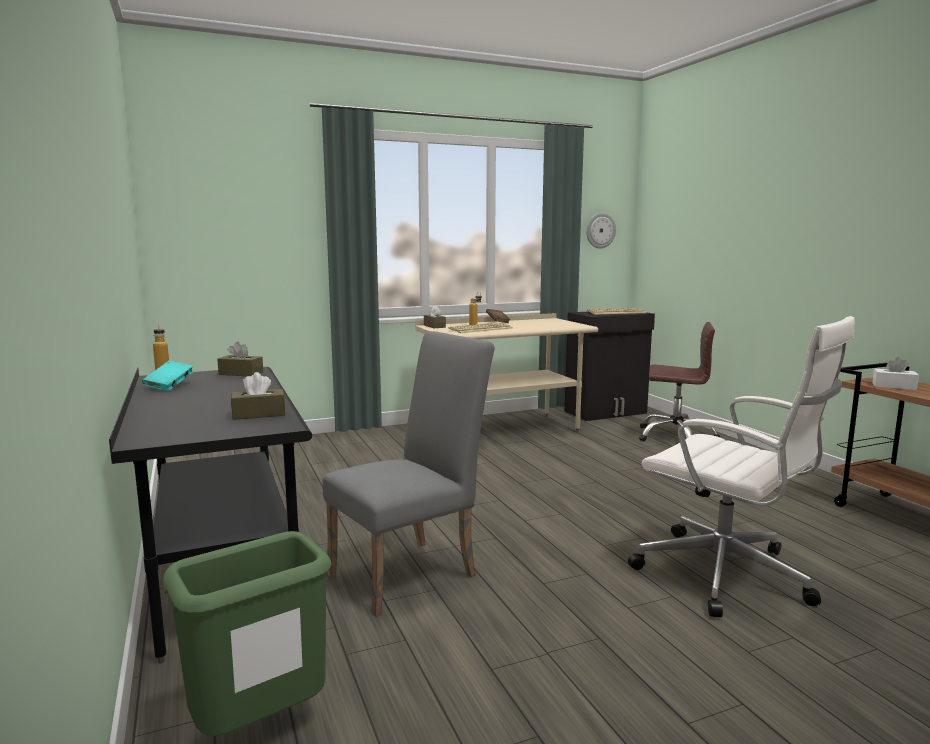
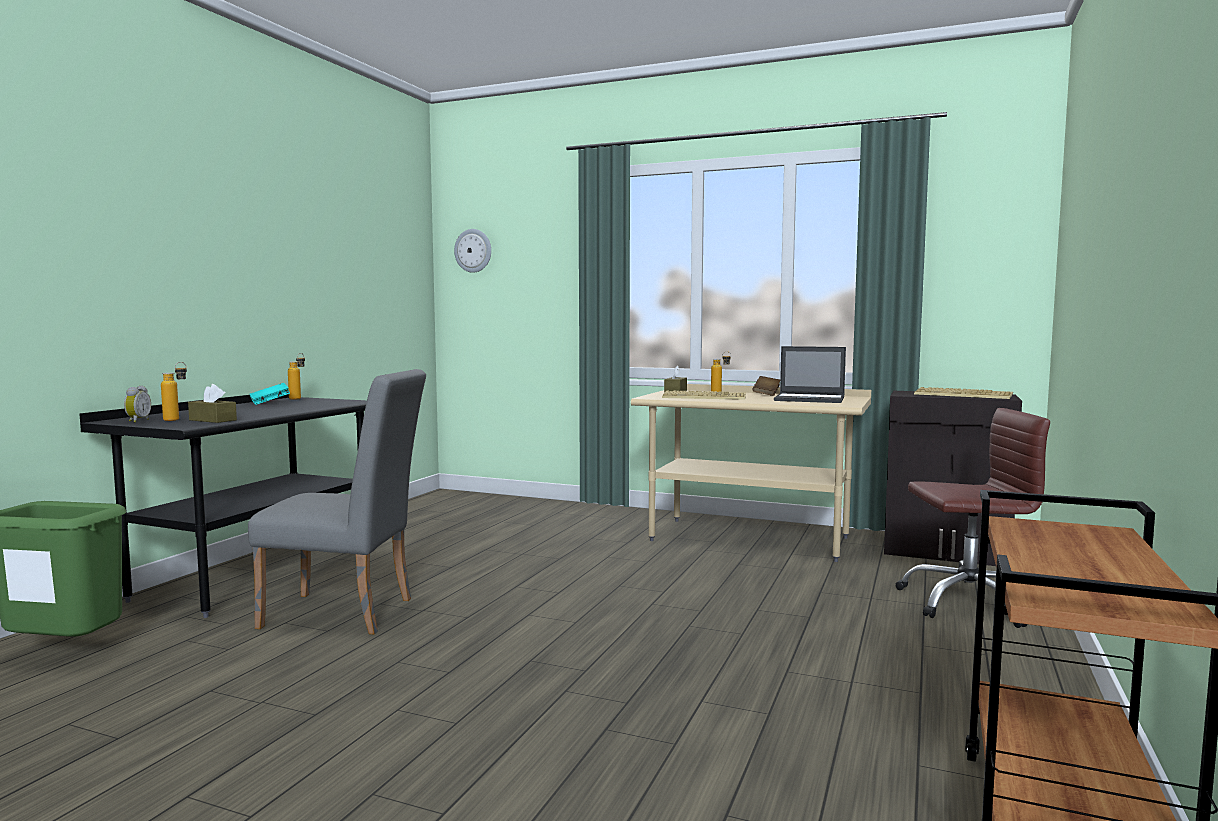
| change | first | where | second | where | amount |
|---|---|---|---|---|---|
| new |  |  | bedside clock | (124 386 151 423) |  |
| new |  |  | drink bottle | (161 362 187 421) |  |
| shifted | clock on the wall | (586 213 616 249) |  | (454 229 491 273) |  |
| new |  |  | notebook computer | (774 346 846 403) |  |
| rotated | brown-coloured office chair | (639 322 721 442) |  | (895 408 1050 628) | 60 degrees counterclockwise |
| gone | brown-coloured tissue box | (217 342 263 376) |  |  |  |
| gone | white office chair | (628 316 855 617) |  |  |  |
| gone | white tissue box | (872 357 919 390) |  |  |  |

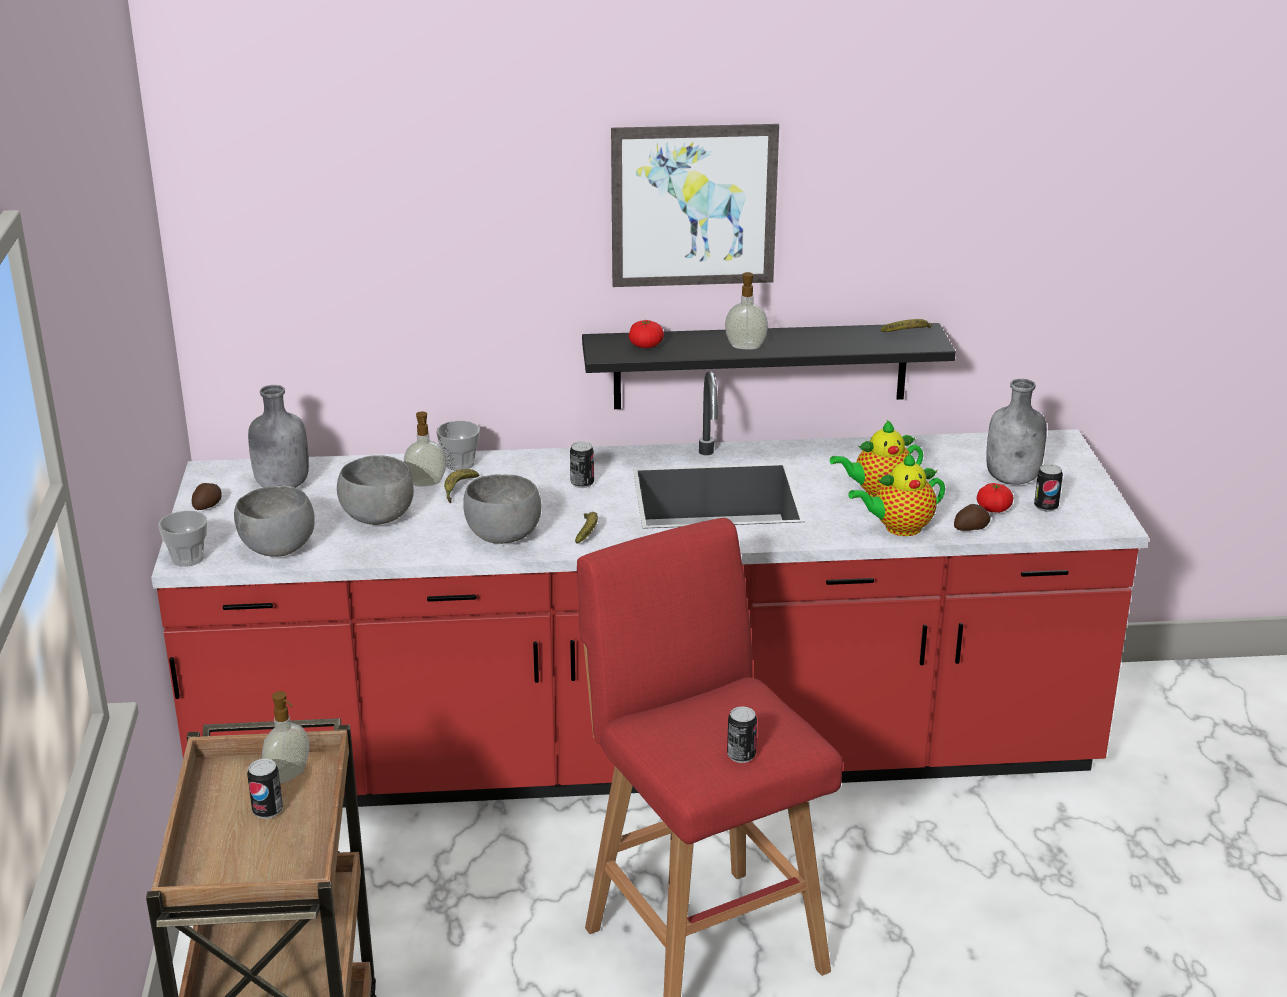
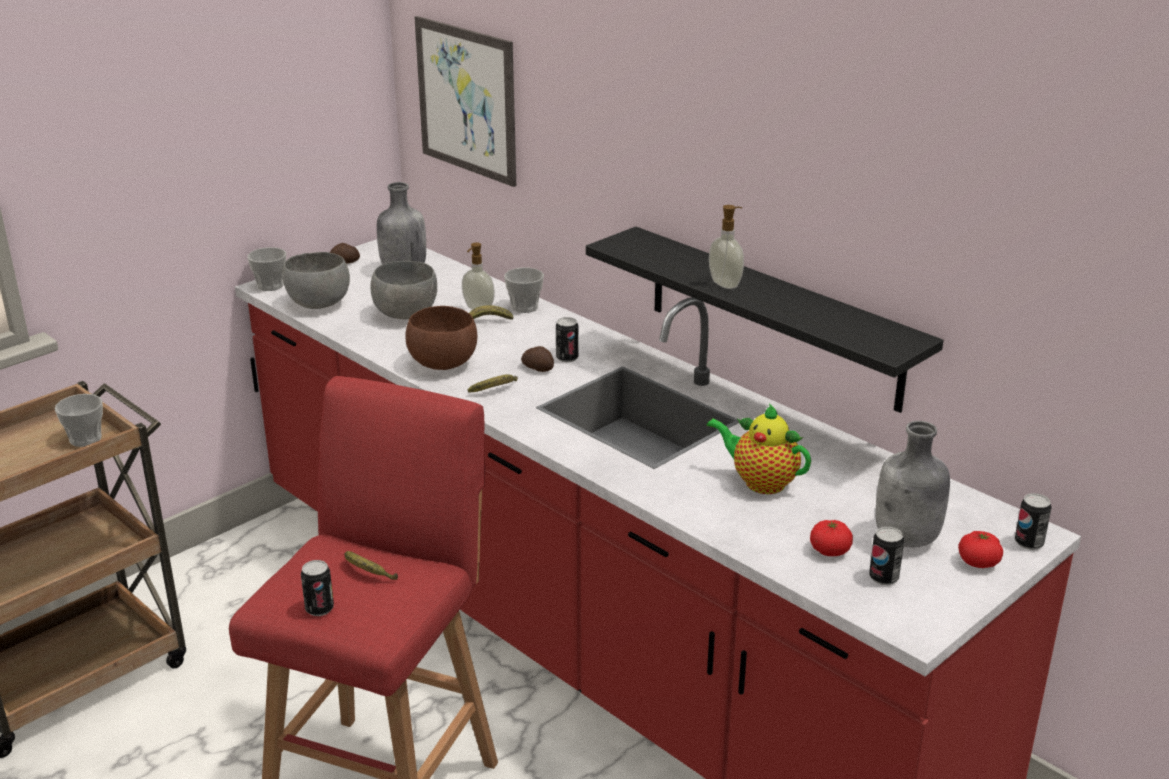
| change | first | where | second | where | amount |
|---|---|---|---|---|---|
| swapped | soap dispenser | (262 691 309 783) | cup | (55 394 103 447) |  |
| shifted | banana | (881 319 932 332) |  | (344 551 398 580) |  |
| repainted | gray bowl | (463 474 541 544) | brown-coloured bowl | (406 306 477 370) |  |
| shifted | wall picture | (611 124 779 287) |  | (415 16 516 187) |  |
| shifted | whole potato | (954 504 990 531) |  | (521 346 554 372) |  |
| shifted | whole tomato | (629 320 664 348) |  | (958 531 1003 568) |  |
| shifted | metal can | (247 759 283 819) |  | (1015 493 1052 550) |  |
| gone | teapot | (848 452 945 536) |  |  |  |

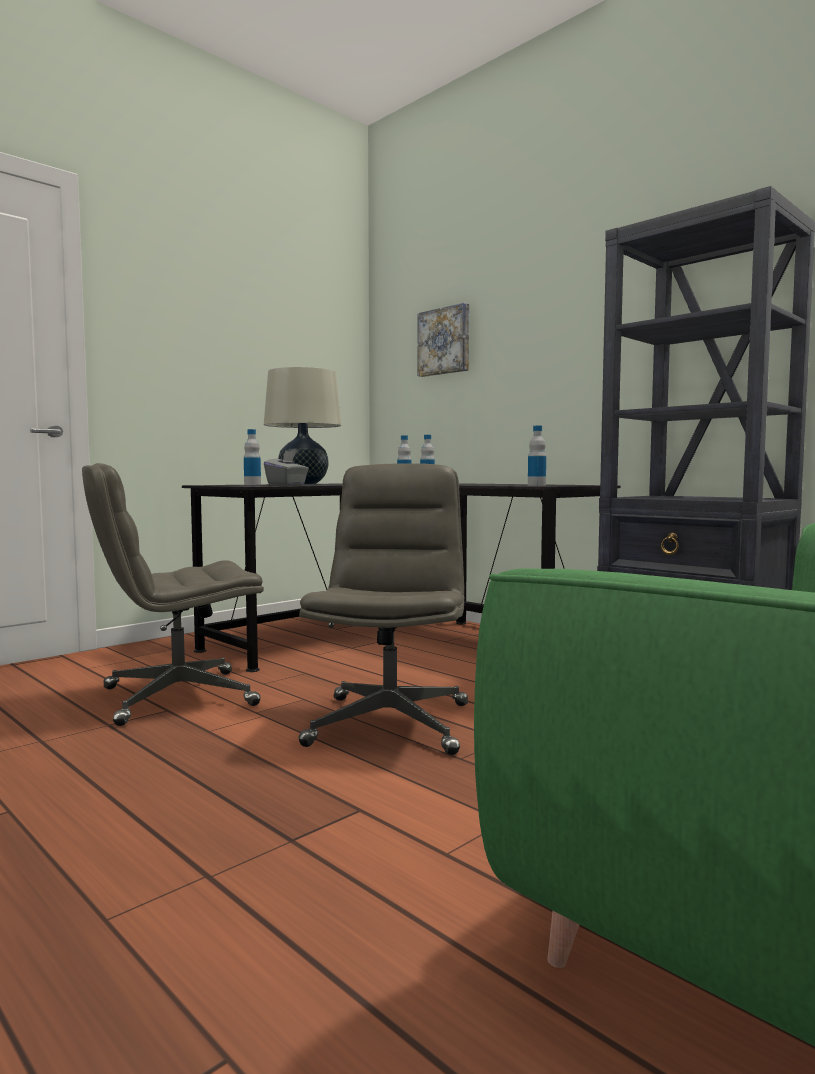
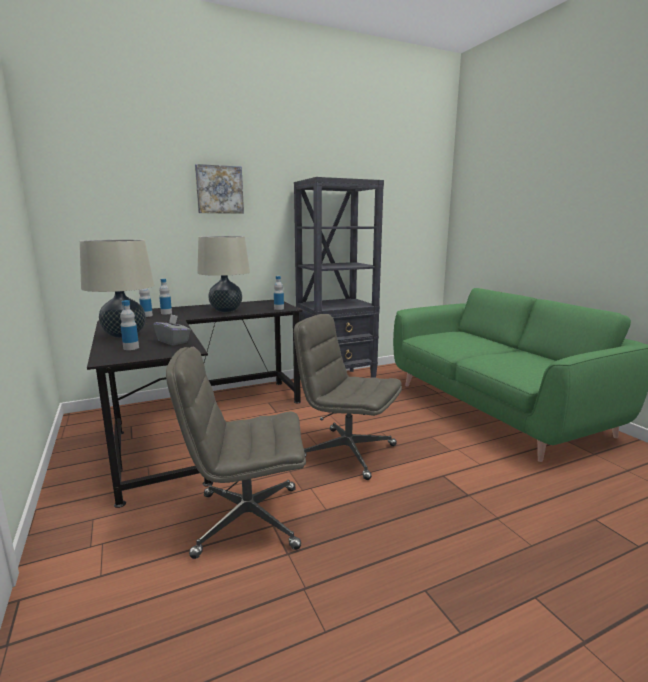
| change | first | where | second | where | amount |
|---|---|---|---|---|---|
| rotated | gray office chair | (82 463 264 726) |  | (166 347 306 559) | 90 degrees clockwise |
| shifted | wall picture | (417 303 469 377) |  | (195 164 244 214) |  |
| new |  |  | sand-coloured tabletop lamp | (197 236 250 312) |  |

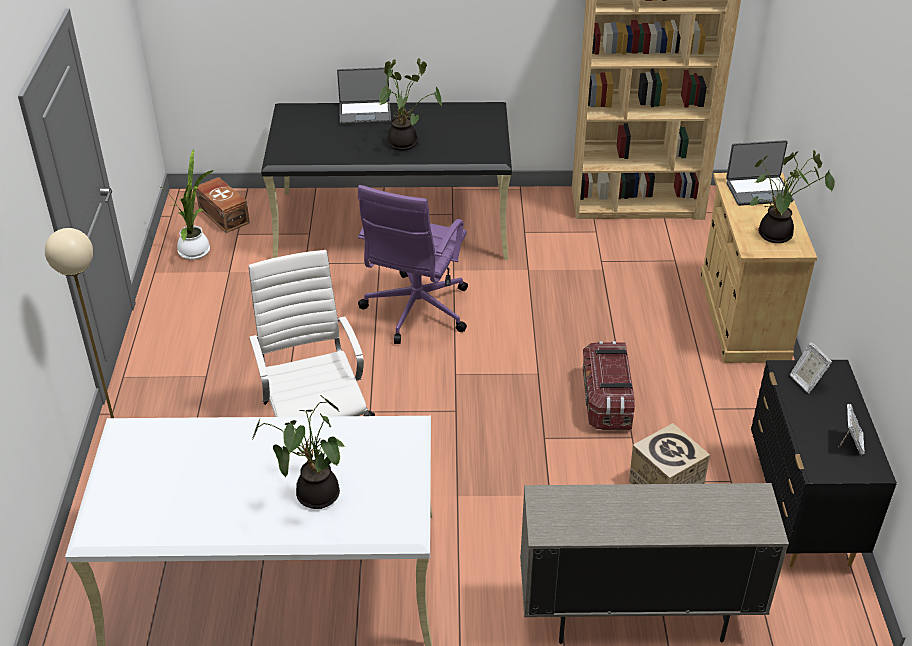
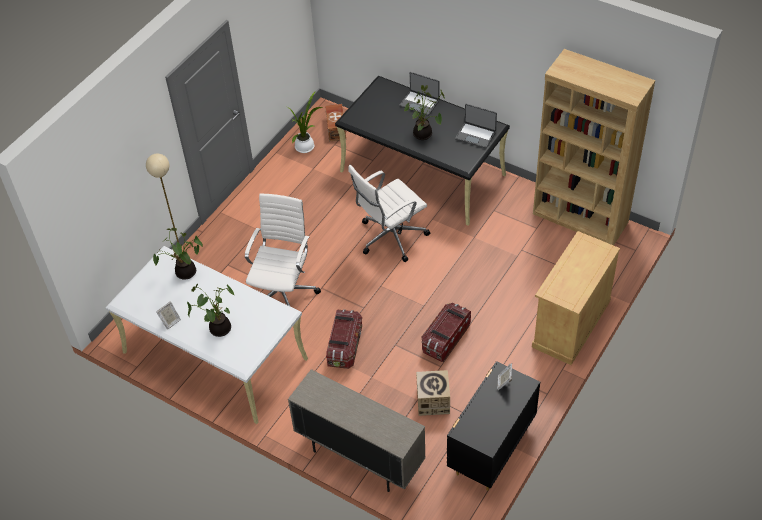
| change | first | where | second | where | amount |
|---|---|---|---|---|---|
| shifted | plant in a pot | (750 150 835 243) |  | (153 228 203 280) |  |
| shifted | photo frame | (838 404 865 455) |  | (156 301 181 329) |  |
| new |  |  | storage bin | (326 309 362 369) |  |
| repainted | purple-coloured office chair | (358 185 468 344) | white office chair | (348 165 430 262) |  |
| shifted | notebook computer | (726 140 794 206) |  | (455 104 497 149) |  |

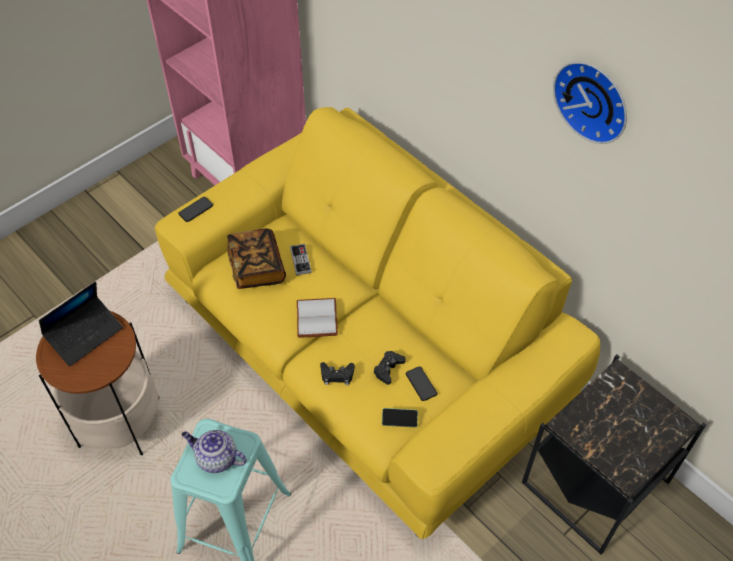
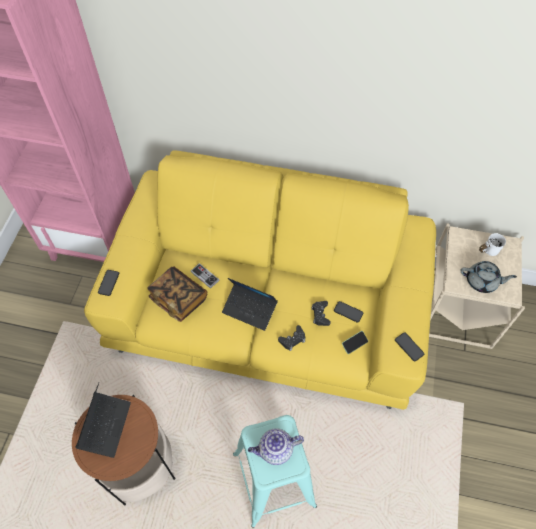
| change | first | where | second | where | amount |
|---|---|---|---|---|---|
| swapped | white volume | (297 298 338 338) | notebook computer | (222 278 278 331) |  |
| new |  |  | phone | (395 332 424 362) |  |
| repainted | black accent table | (522 354 707 555) | sand-coloured accent table | (429 223 525 349) |  |
| new |  |  | gray teapot | (461 261 517 293) |  |
| new |  |  | white tea mug | (479 233 506 256) |  |
| gone | clock on the wall | (553 61 627 144) |  |  |  |

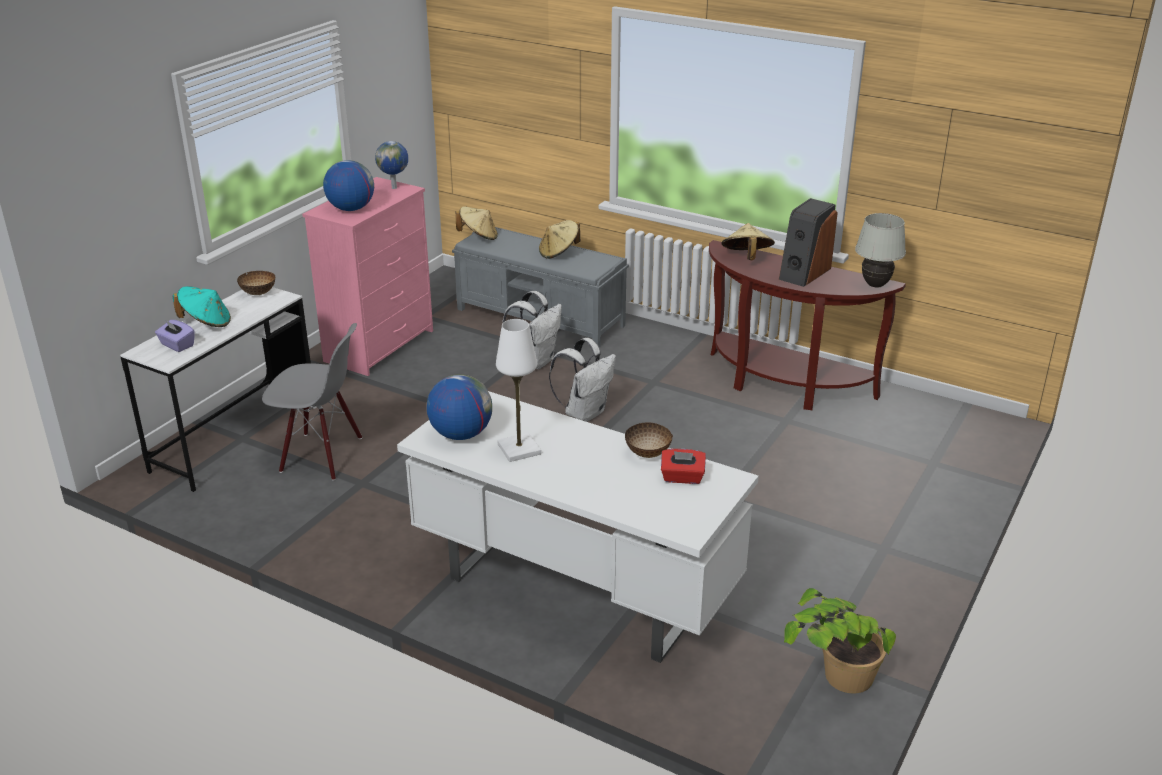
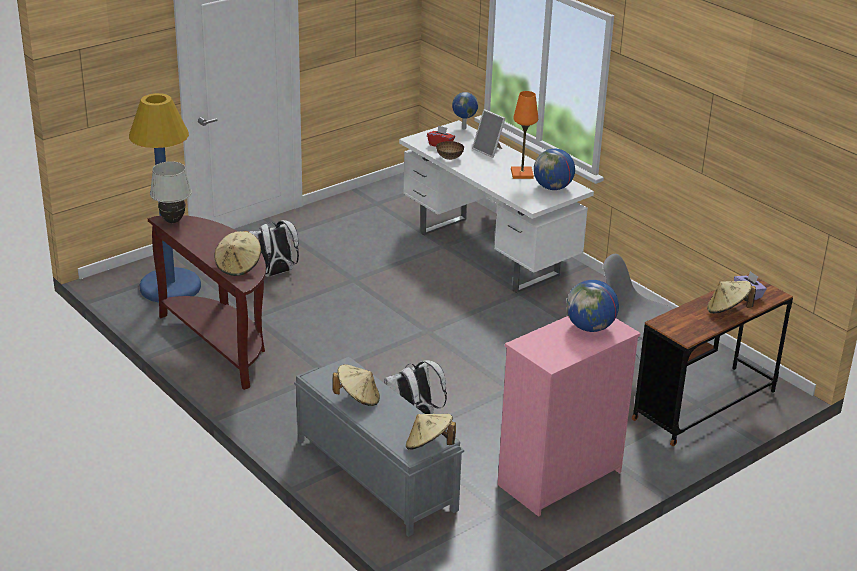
| change | first | where | second | where | amount |
|---|---|---|---|---|---|
| new |  |  | blue-coloured floor lamp | (129 93 201 303) |  |
| shifted | white rucksack | (549 338 616 422) |  | (249 220 299 277) |  |
| shifted | world globe | (375 141 408 189) |  | (452 92 478 129) |  |
| new |  |  | photo frame | (472 109 506 158) |  |
| repainted | white tabletop lamp | (496 319 541 462) | orange-coloured tabletop lamp | (511 91 538 179) |  |
| repainted | white desk unit | (120 287 317 492) | brown-coloured desk unit | (632 274 793 446) |  |
| repainted | blue-green hat | (173 286 231 327) | sand-coloured hat | (707 281 756 314) |  |
| gone | bowl | (237 271 275 295) |  |  |  |
| gone | speaker | (779 198 838 287) |  |  |  |
| gone | plant in a pot | (784 588 896 693) |  |  |  |

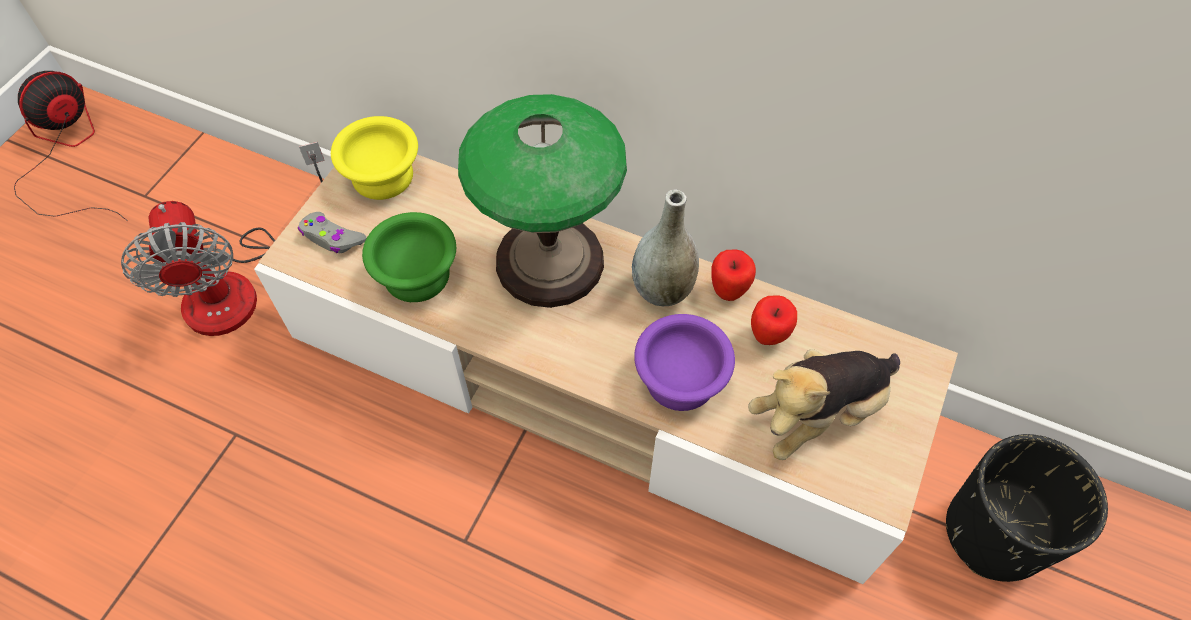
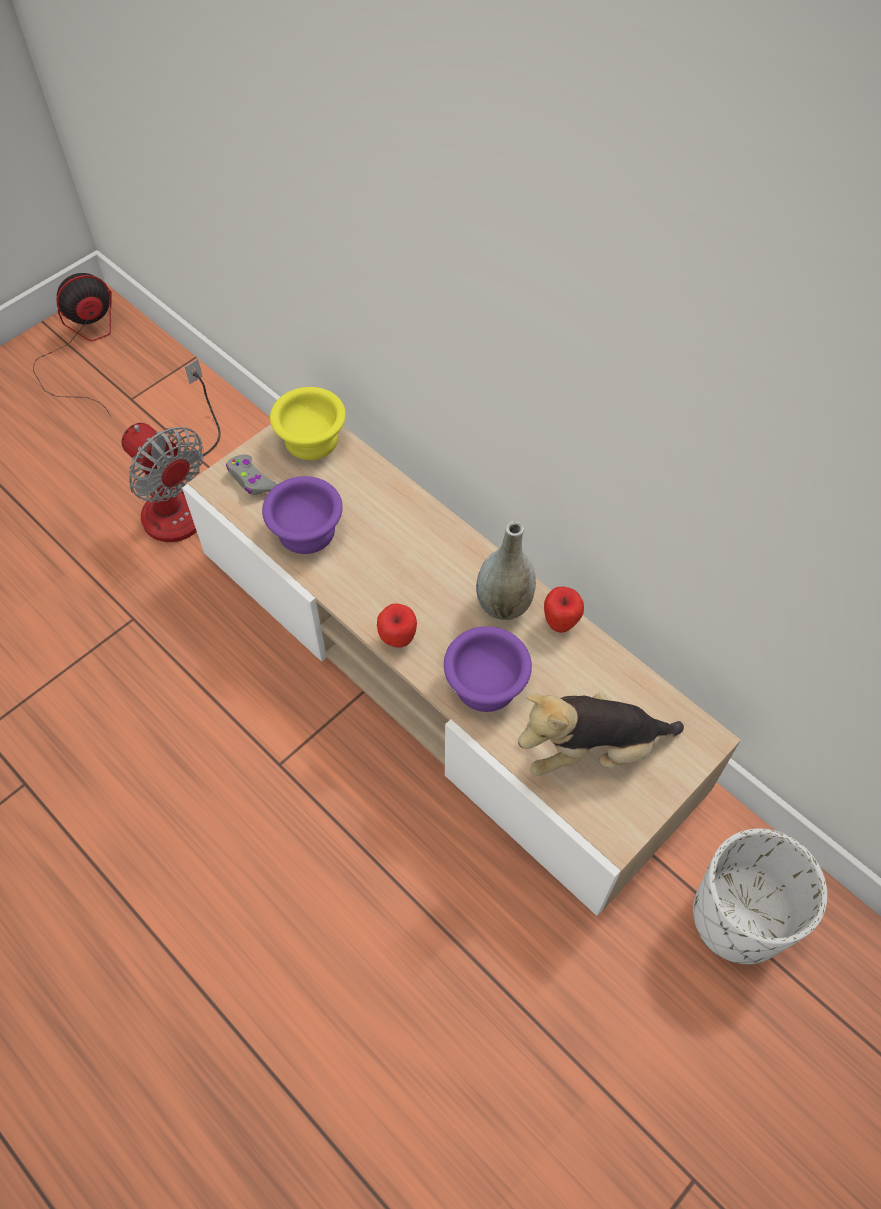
| change | first | where | second | where | amount |
|---|---|---|---|---|---|
| rotated | cooling fan | (121 142 325 336) |  | (122 359 221 542) | 45 degrees counterclockwise |
| repainted | greenish bowl | (362 212 456 302) | purple-coloured bowl | (262 476 343 554) |  |
| shifted | apple fruit | (751 295 797 345) |  | (377 603 417 648) |  |
| repainted | black planter | (946 434 1108 582) | white planter | (693 829 827 964) |  |
| gone | tabletop lamp | (458 94 627 308) |  |  |  |

